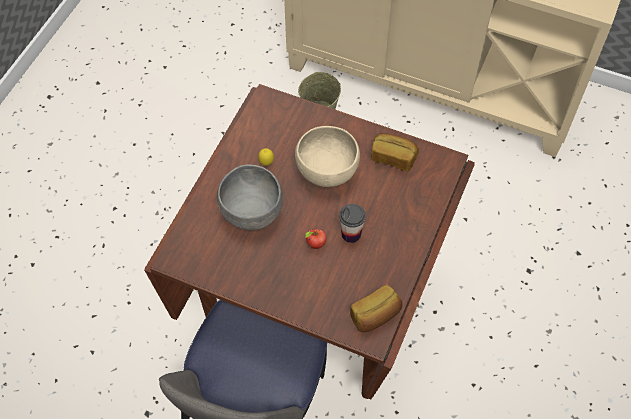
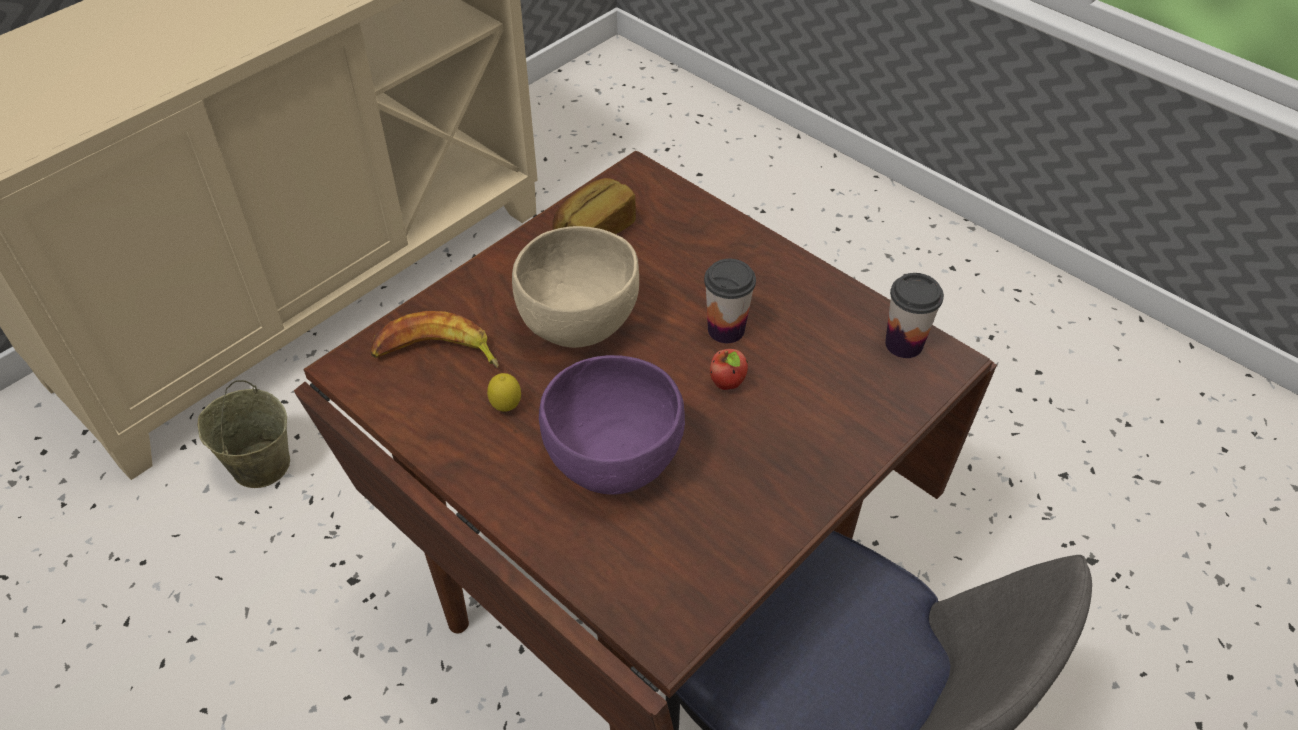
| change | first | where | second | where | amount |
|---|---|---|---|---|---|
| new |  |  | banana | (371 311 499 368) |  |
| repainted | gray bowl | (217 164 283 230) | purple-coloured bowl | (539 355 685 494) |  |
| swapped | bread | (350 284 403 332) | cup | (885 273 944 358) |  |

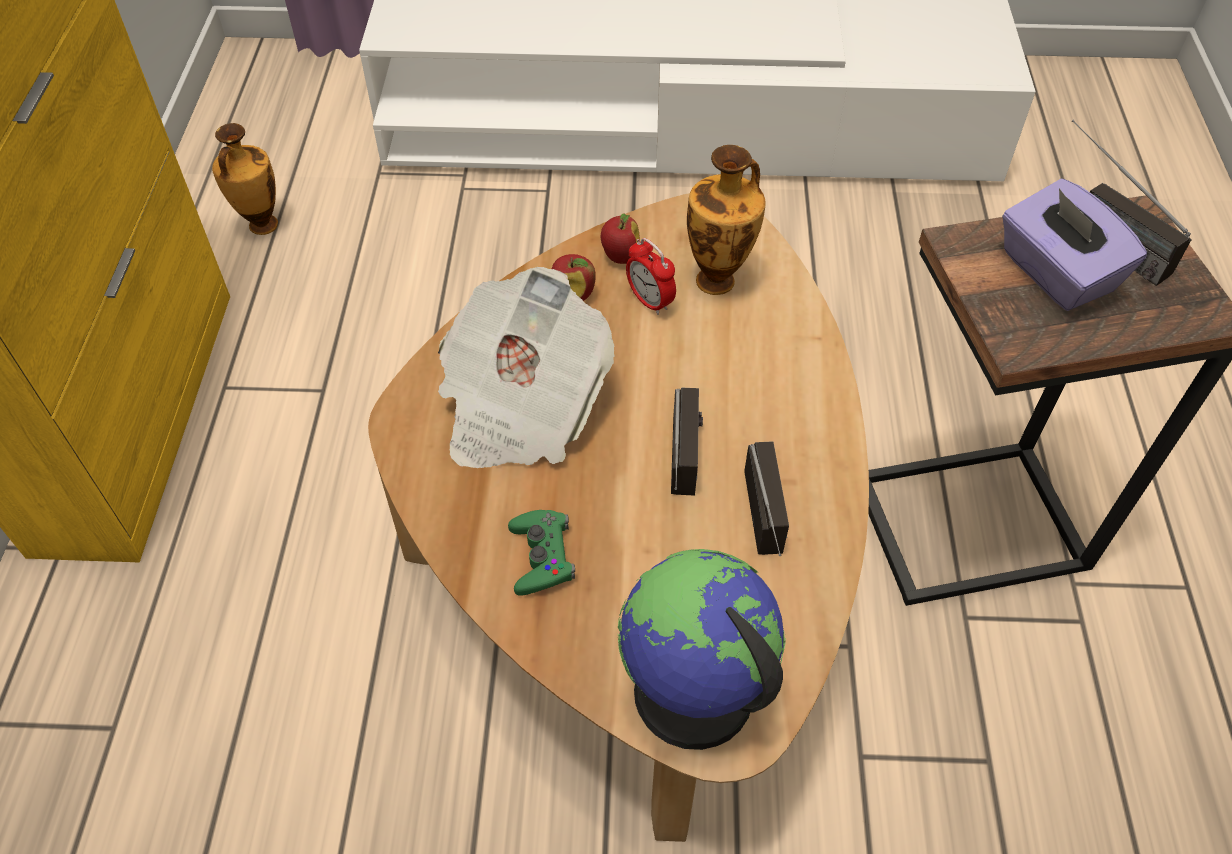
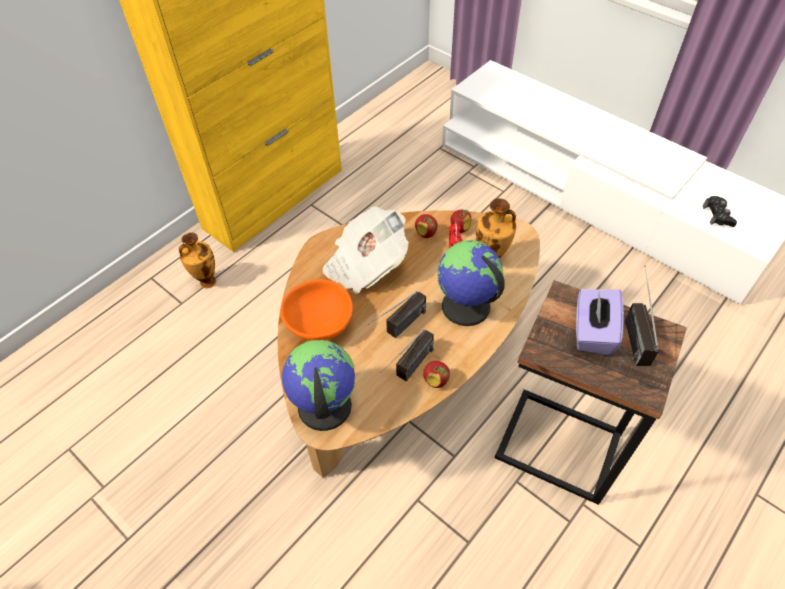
| change | first | where | second | where | amount |
|---|---|---|---|---|---|
| shifted | vase | (212 123 278 235) |  | (179 233 216 288) |  |
| swapped | greenish game controller | (508 510 575 596) | orange-coloured bowl | (280 279 353 341) |  |
| new |  |  | apple fruit | (423 361 450 388) |  |
| new |  |  | world globe | (437 240 505 326) |  |
| new |  |  | black game controller | (703 196 737 227) |  |

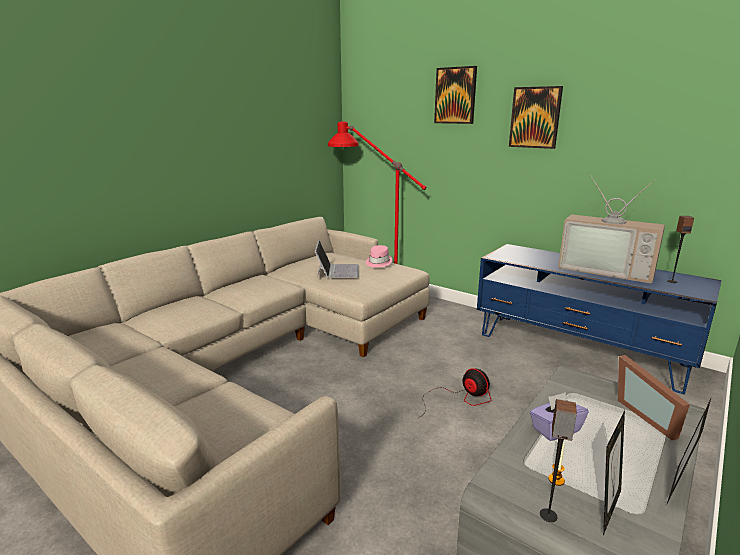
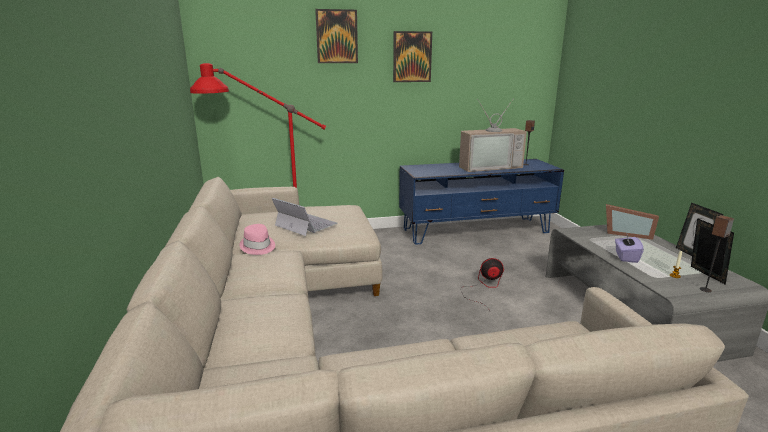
| change | first | where | second | where | amount |
|---|---|---|---|---|---|
| shifted | pink-coloured hat | (366 245 393 268) |  | (239 224 275 255) |  |

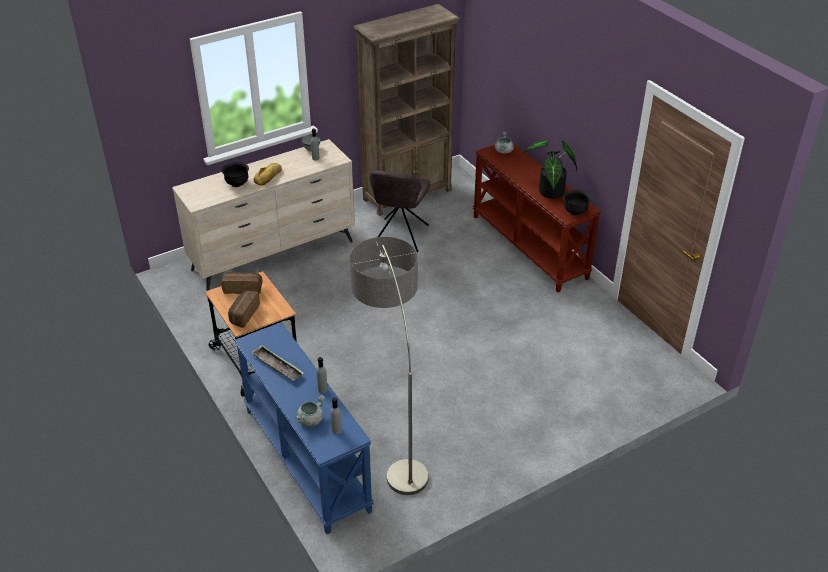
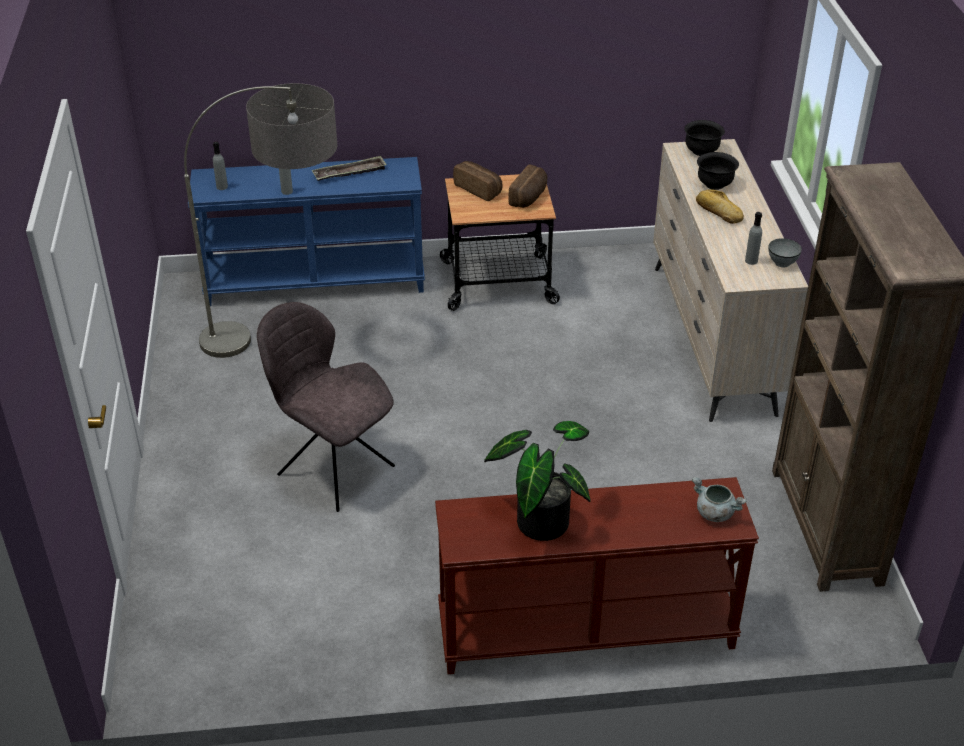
| change | first | where | second | where | amount |
|---|---|---|---|---|---|
| shifted | gray upright chair | (370 171 430 252) |  | (257 302 395 512) |  |
| shifted | black bowl | (563 190 591 215) |  | (684 120 725 156) |  |
| gone | gray stockpot | (296 395 325 427) |  |  |  |

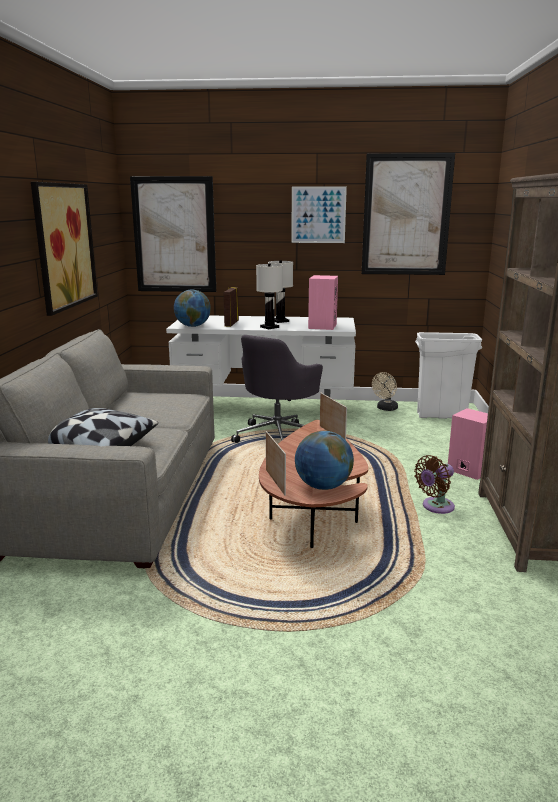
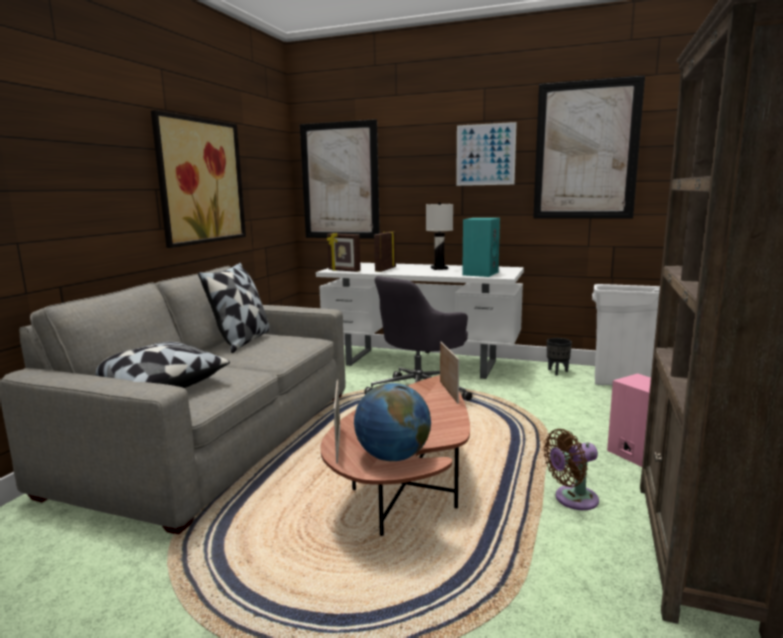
| change | first | where | second | where | amount |
|---|---|---|---|---|---|
| new |  |  | cushion | (198 262 270 353) |  |
| swapped | world globe | (174 290 211 327) | photo frame | (327 233 361 272) |  |
| repainted | pink-coloured speaker | (308 275 338 330) | blue-green speaker | (462 218 500 277) |  |
| swapped | sand-coloured cooling fan | (372 372 398 411) | black planter | (547 338 572 376) |  |
| gone | white tabletop lamp | (256 264 283 329) |  |  |  |

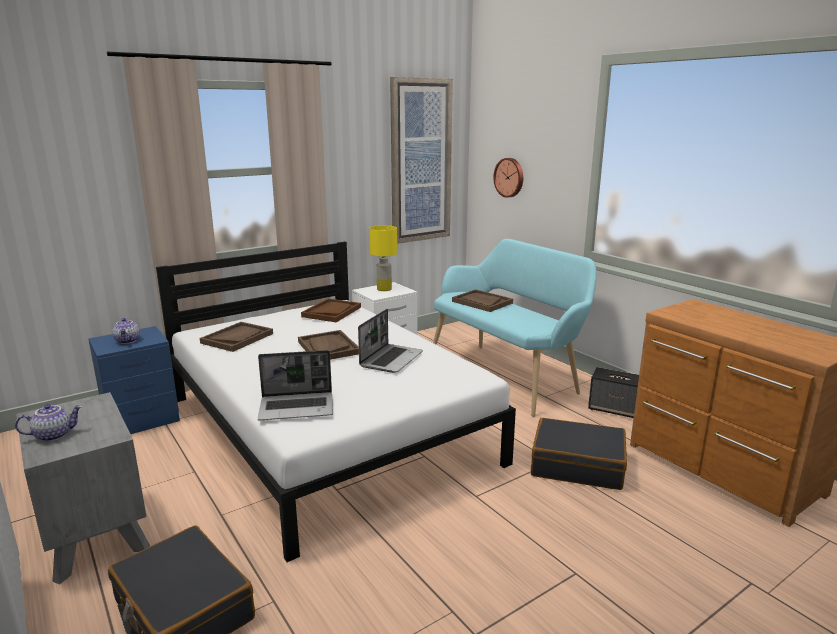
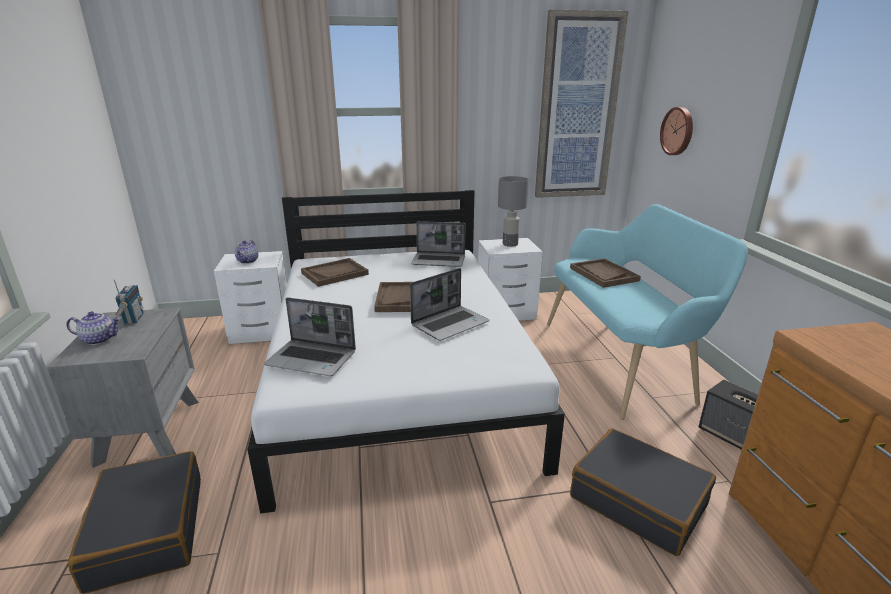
| change | first | where | second | where | amount |
|---|---|---|---|---|---|
| new |  |  | radio | (113 279 144 324) |  |
| repainted | blue-coloured bedside table | (89 326 180 434) | white bedside table | (214 251 287 344) |  |
| swapped | brown-coloured serving tray | (301 298 361 322) | notebook computer | (411 221 465 267) |  |
| repainted | yellowish tabletop lamp | (369 225 397 291) | gray tabletop lamp | (498 176 529 247) |  |

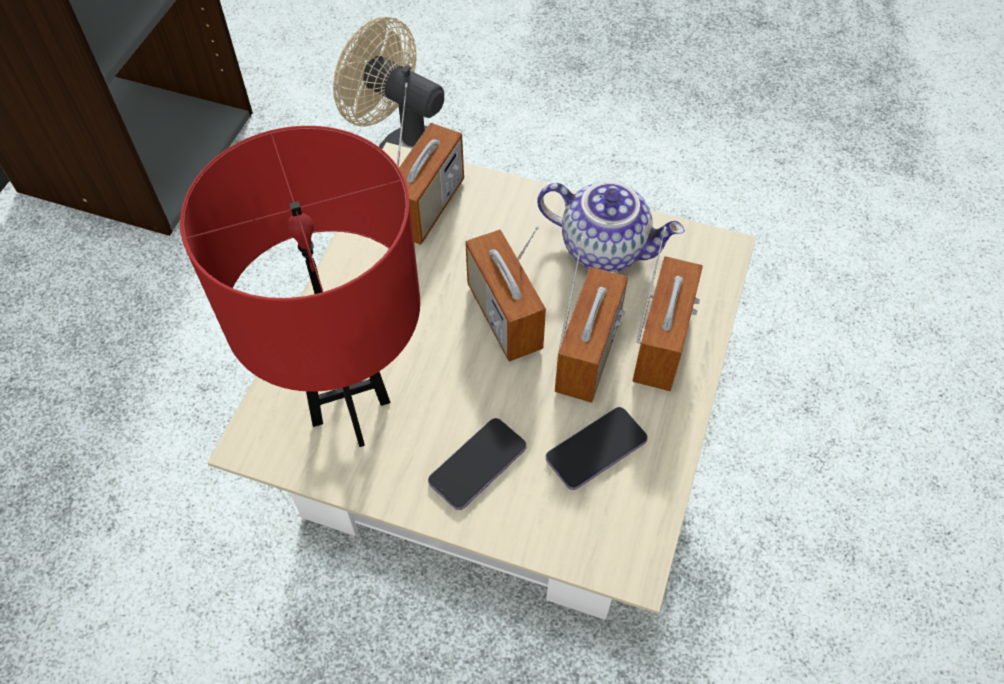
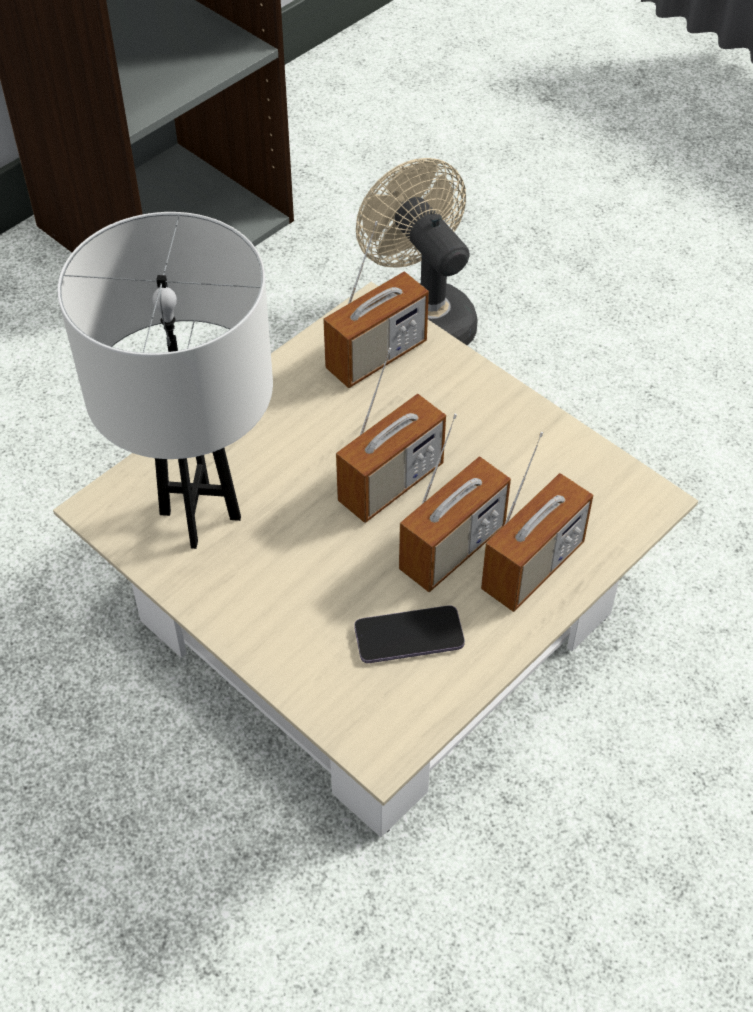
| change | first | where | second | where | amount |
|---|---|---|---|---|---|
| repainted | reddish tabletop lamp | (180 126 420 447) | white tabletop lamp | (58 212 273 549) |  |
| rotated | radio | (465 226 546 361) |  | (336 348 446 523) | 135 degrees counterclockwise |
| gone | phone | (428 418 527 510) |  |  |  |
| gone | teapot | (537 181 685 272) |  |  |  |

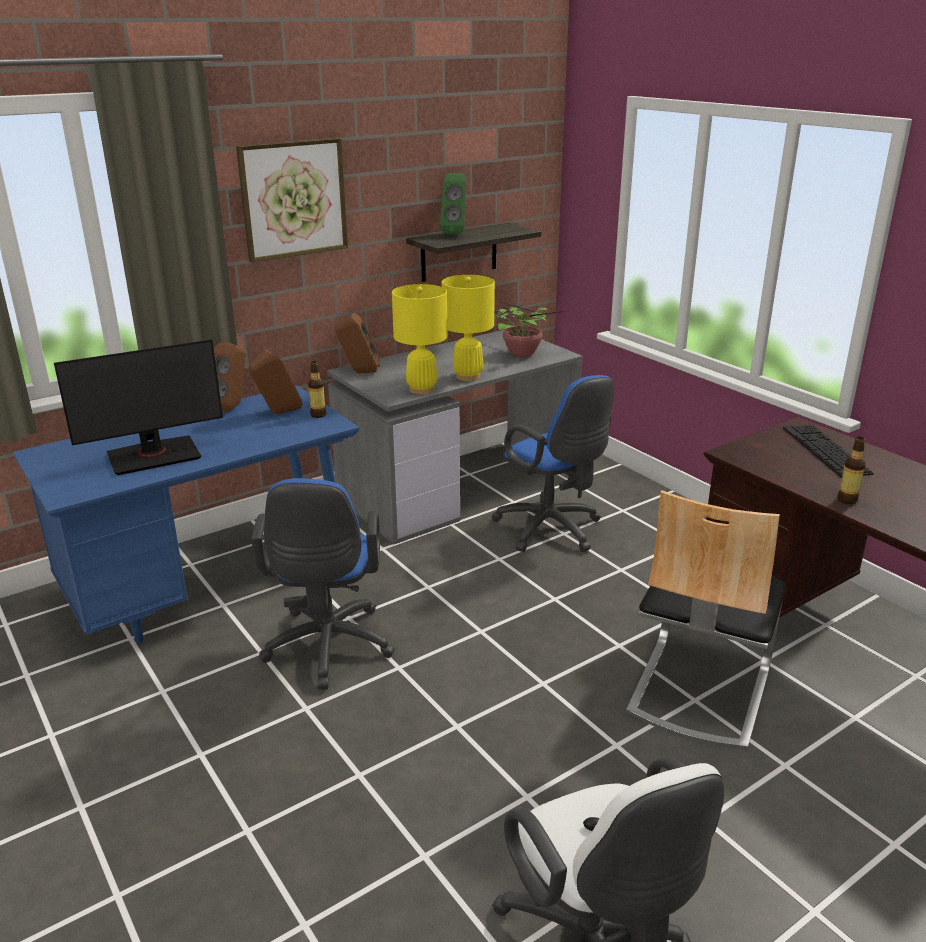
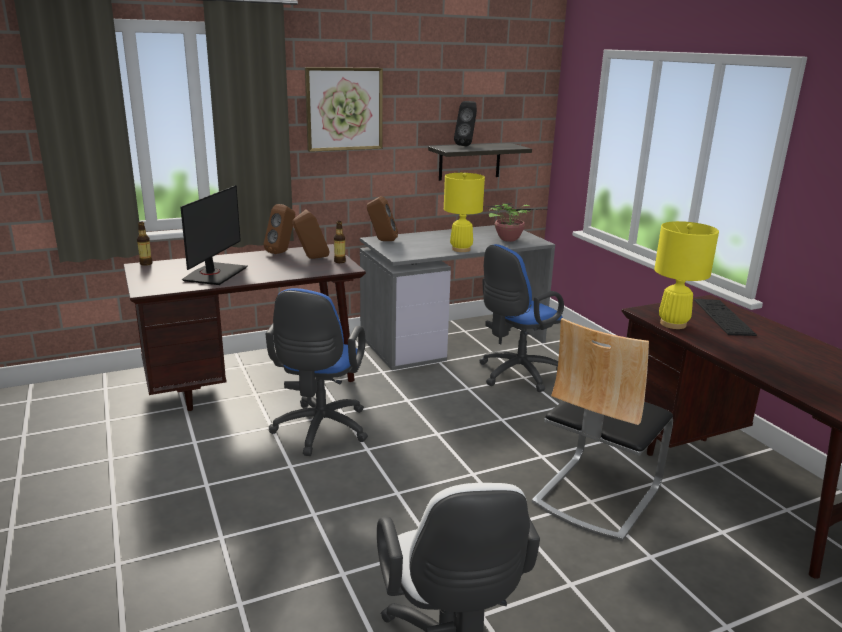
| change | first | where | second | where | amount |
|---|---|---|---|---|---|
| repainted | blue-coloured desk unit | (13 386 360 644) | brown-coloured desk unit | (124 244 366 411) |  |
| shifted | drink bottle | (837 437 866 504) |  | (137 222 153 266) |  |
| rotated | computer display | (54 339 223 475) |  | (180 185 247 285) | 60 degrees counterclockwise |
| repainted | greenish speaker | (440 173 466 235) | black speaker | (454 101 477 147) |  |
| rotated | blue-coloured office chair | (491 375 614 552) |  | (479 244 564 392) | 75 degrees clockwise |
| shifted | yellowish tabletop lamp | (392 284 448 394) |  | (654 221 719 329) |  |

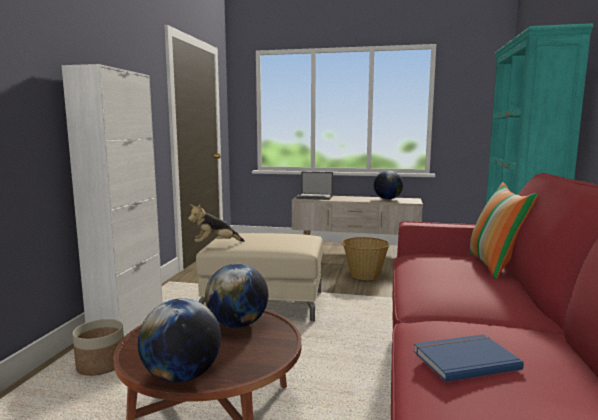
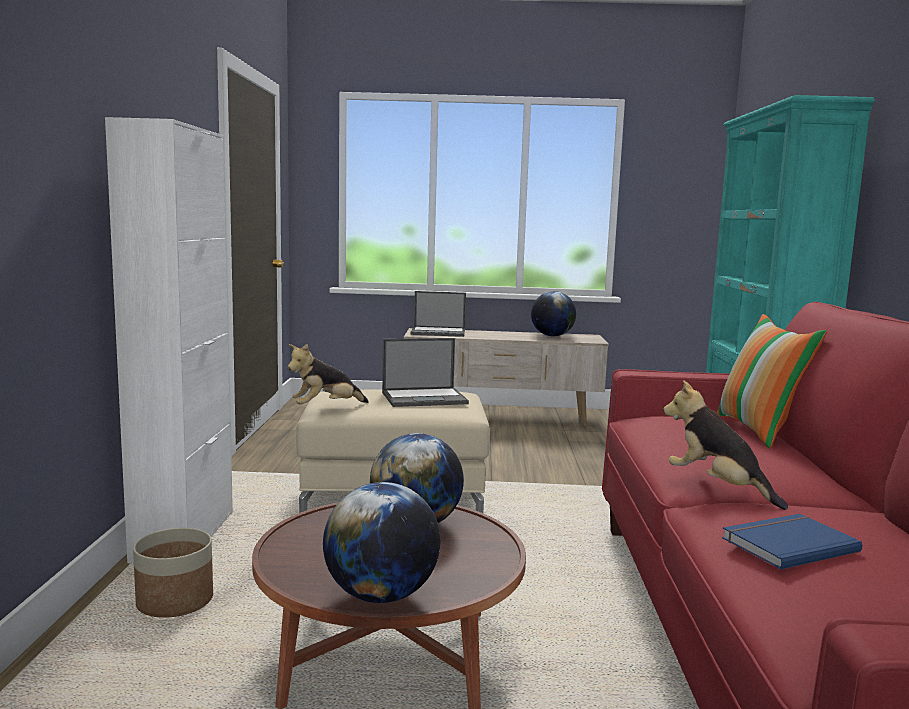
| change | first | where | second | where | amount |
|---|---|---|---|---|---|
| new |  |  | notebook computer | (382 338 469 407) |  |
| new |  |  | soft toy | (663 380 788 510) |  |
| gone | household basket | (341 237 390 280) |  |  |  |

